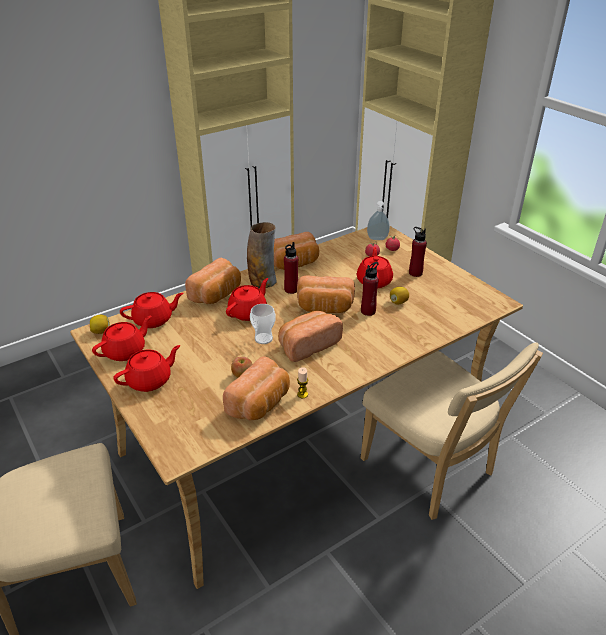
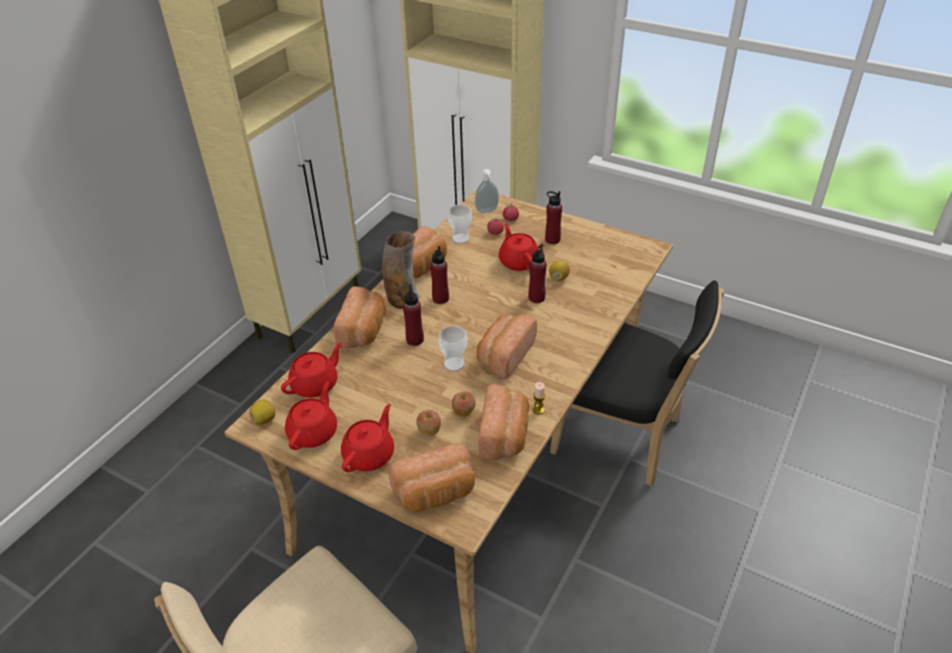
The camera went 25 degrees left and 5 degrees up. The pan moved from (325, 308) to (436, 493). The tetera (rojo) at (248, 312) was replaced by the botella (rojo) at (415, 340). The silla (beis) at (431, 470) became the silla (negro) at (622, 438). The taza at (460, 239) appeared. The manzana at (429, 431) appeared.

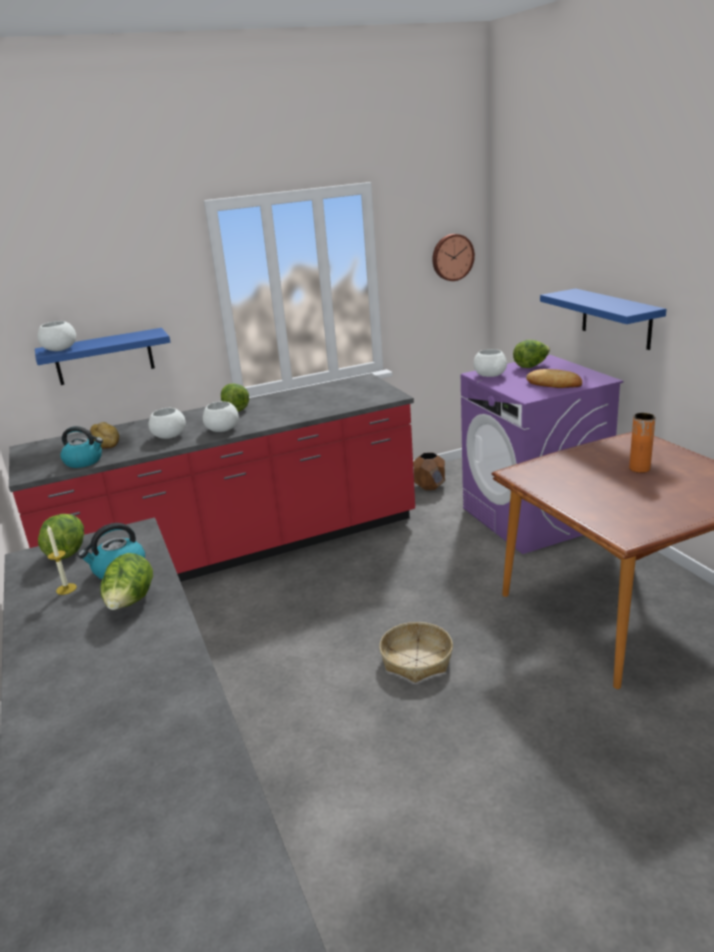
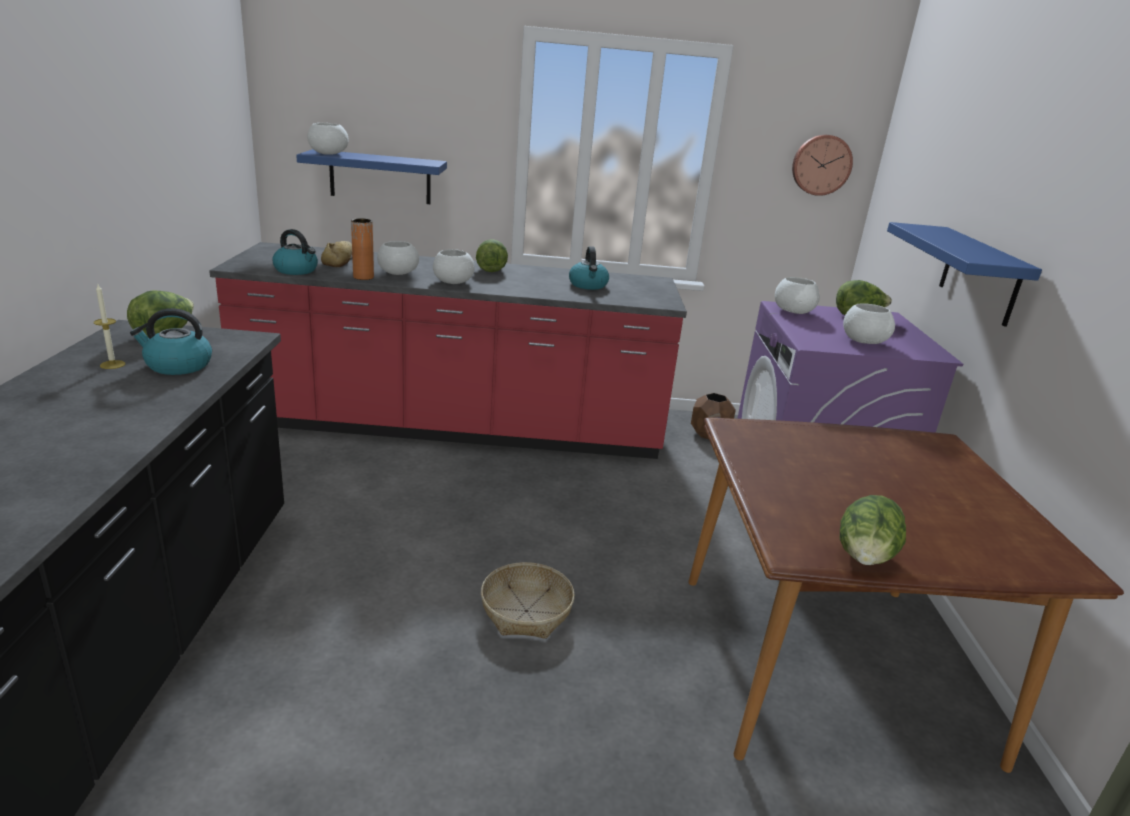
The camera went 20 degrees right and 0 degrees up. The pan at (554, 384) was replaced by the cuenco (blanco) at (863, 341). The florero (naranja) moved from (639, 468) to (363, 277). The lechuga moved from (130, 603) to (864, 559). The hervidor at (588, 285) appeared.

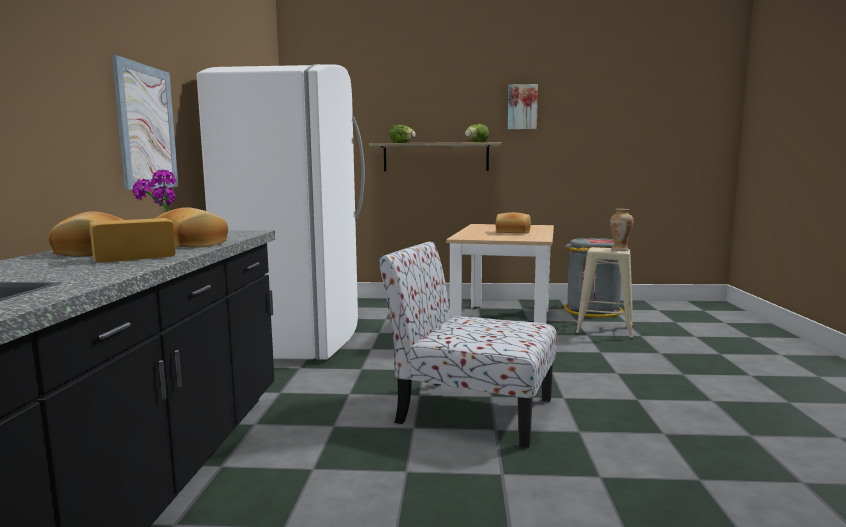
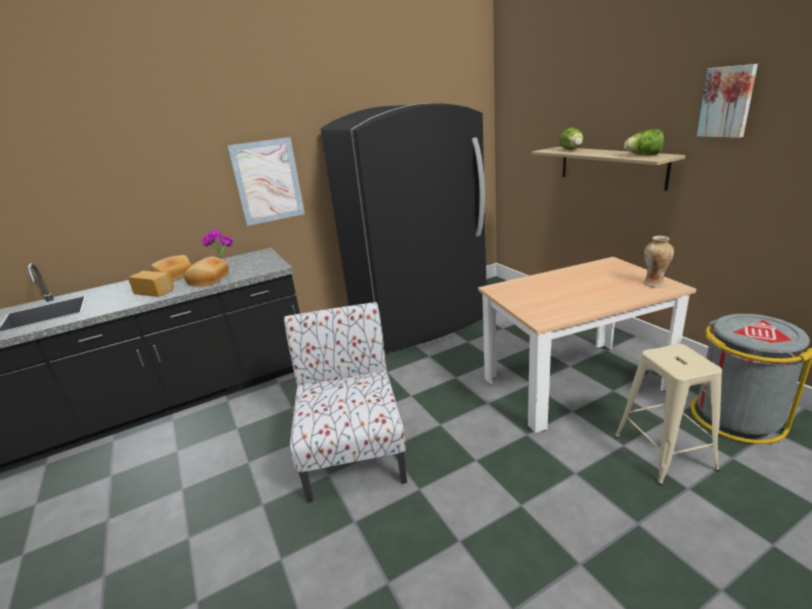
The camera went 60 degrees right and 15 degrees up. The nevera (blanco) at (298, 337) became the nevera (negro) at (419, 322). The florero moved from (620, 250) to (654, 284). The pan at (512, 232) disappeared.

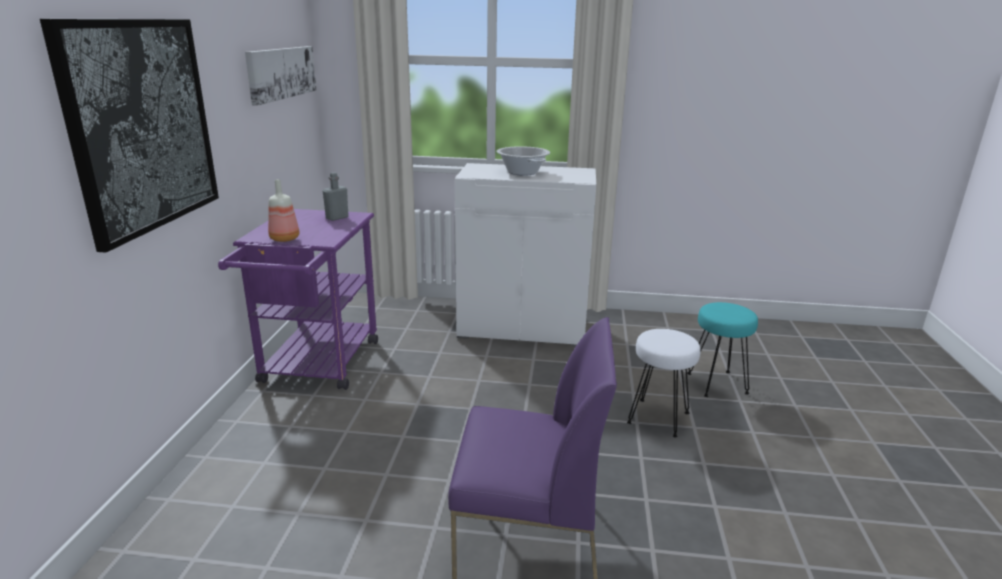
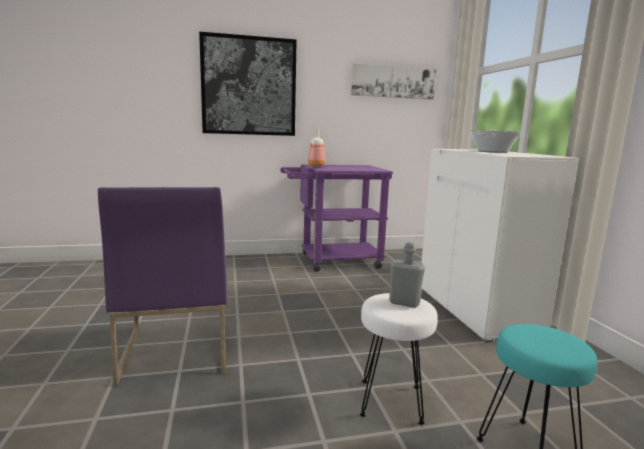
The camera went 70 degrees right and 10 degrees down. The botella (gris) moved from (337, 218) to (404, 302).

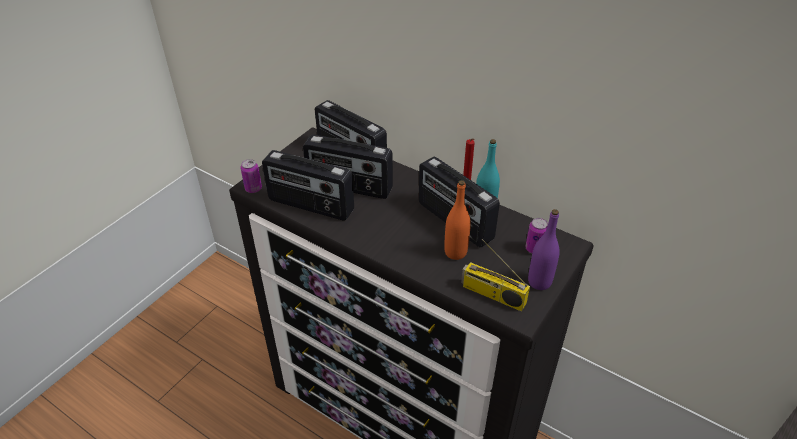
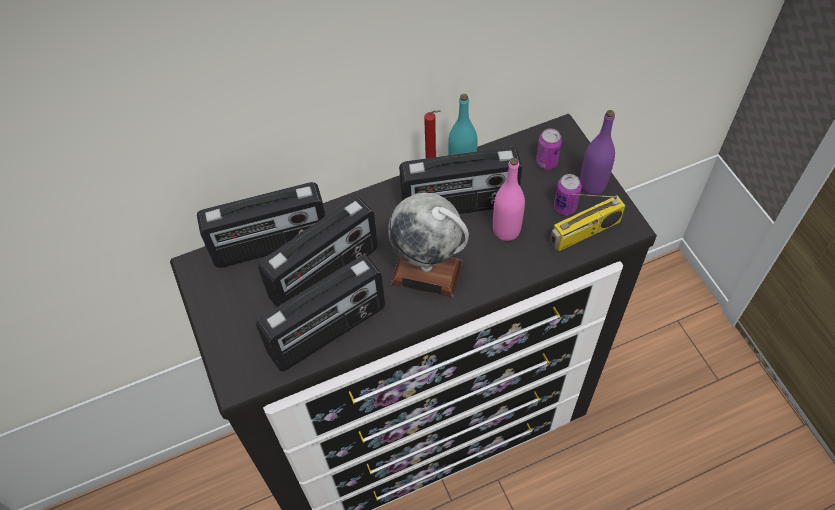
The camera went 55 degrees left and 15 degrees up. The lata moved from (253, 188) to (564, 207). The botella (naranja) at (455, 252) became the botella (rosa) at (506, 230). The globo terráqueo at (427, 272) appeared.

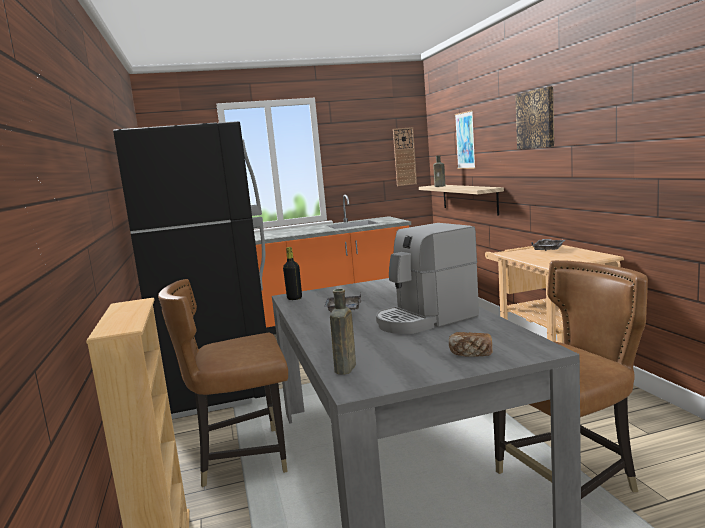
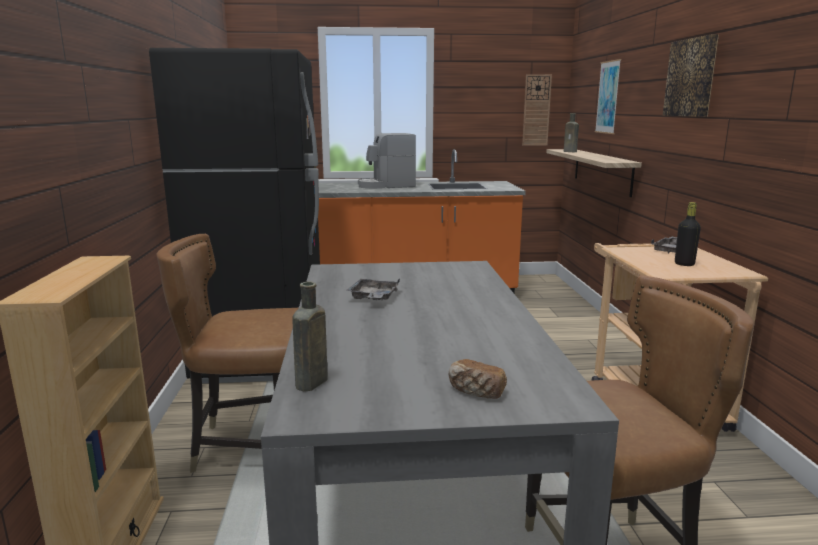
The camera went 10 degrees right and 5 degrees up. The cafetera moved from (425, 319) to (386, 186). The botella (negro) moved from (294, 298) to (684, 264).

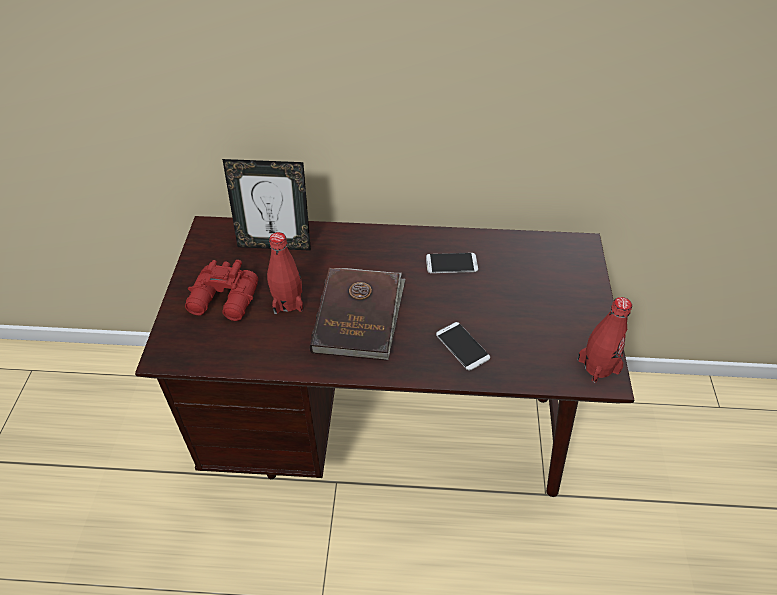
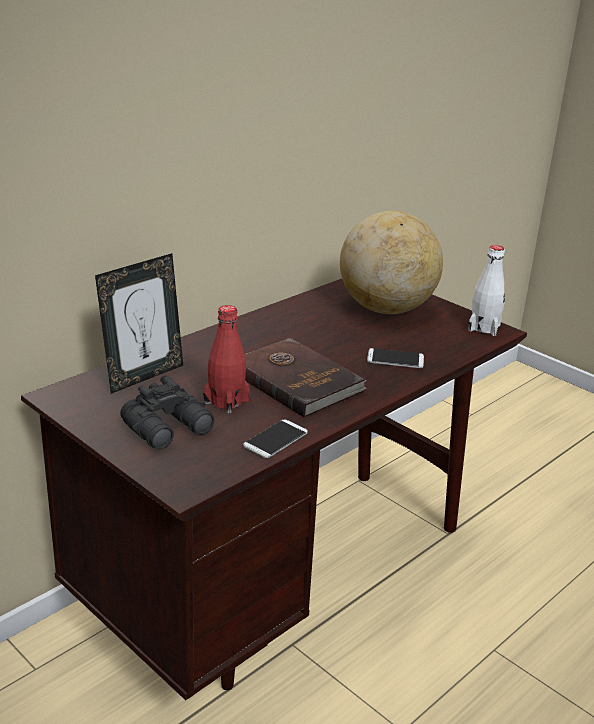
The camera went 50 degrees left and 20 degrees down. The móvil moved from (451, 263) to (275, 439). The prismáticos (rojo) at (225, 301) became the prismáticos (negro) at (170, 429). The botella (rojo) at (598, 366) became the botella (blanco) at (484, 328). The globo terráqueo at (386, 309) appeared.

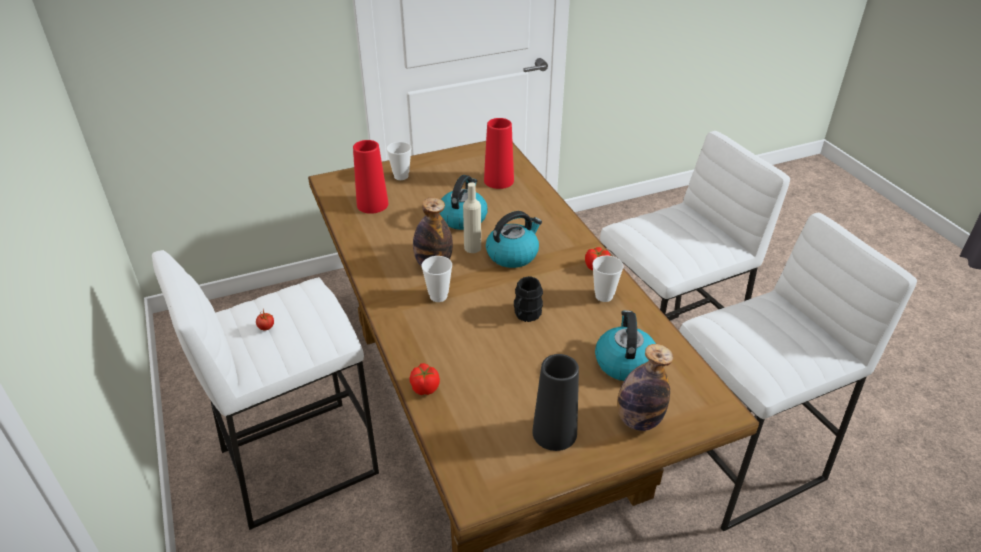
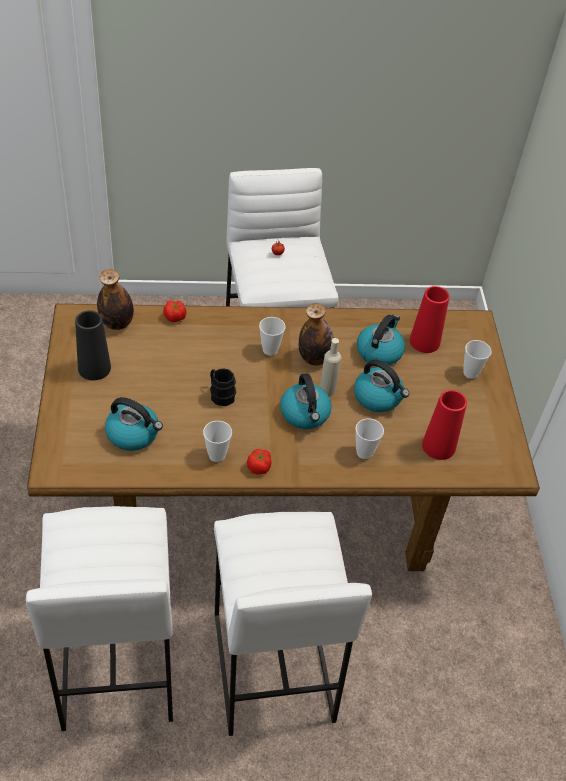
The camera went 105 degrees right and 10 degrees up. The botella moved from (638, 420) to (117, 323). The hervidor at (379, 351) appeared. The taza at (364, 452) appeared.

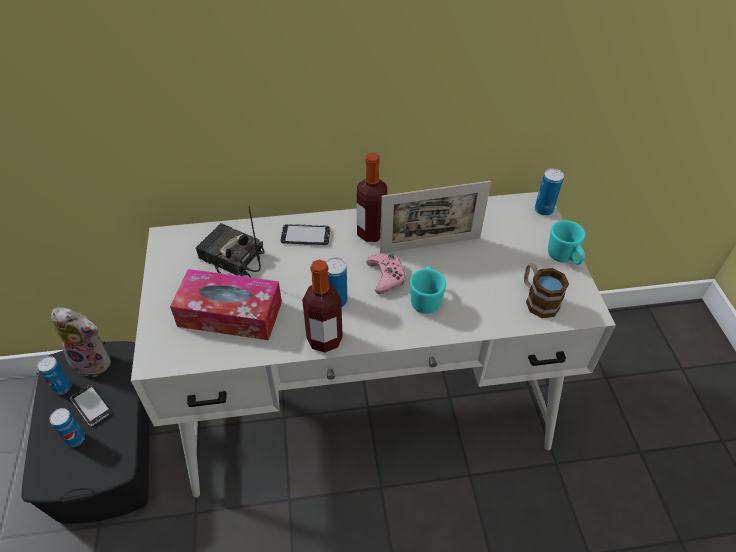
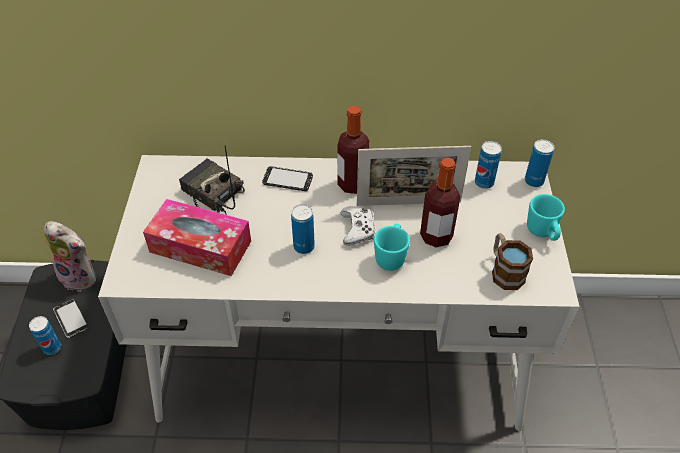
The camera went 10 degrees right and 0 degrees up. The mando de consola (rosa) at (386, 276) became the mando de consola (blanco) at (358, 229). The botella moved from (324, 339) to (436, 236). The lata moved from (62, 387) to (484, 182).

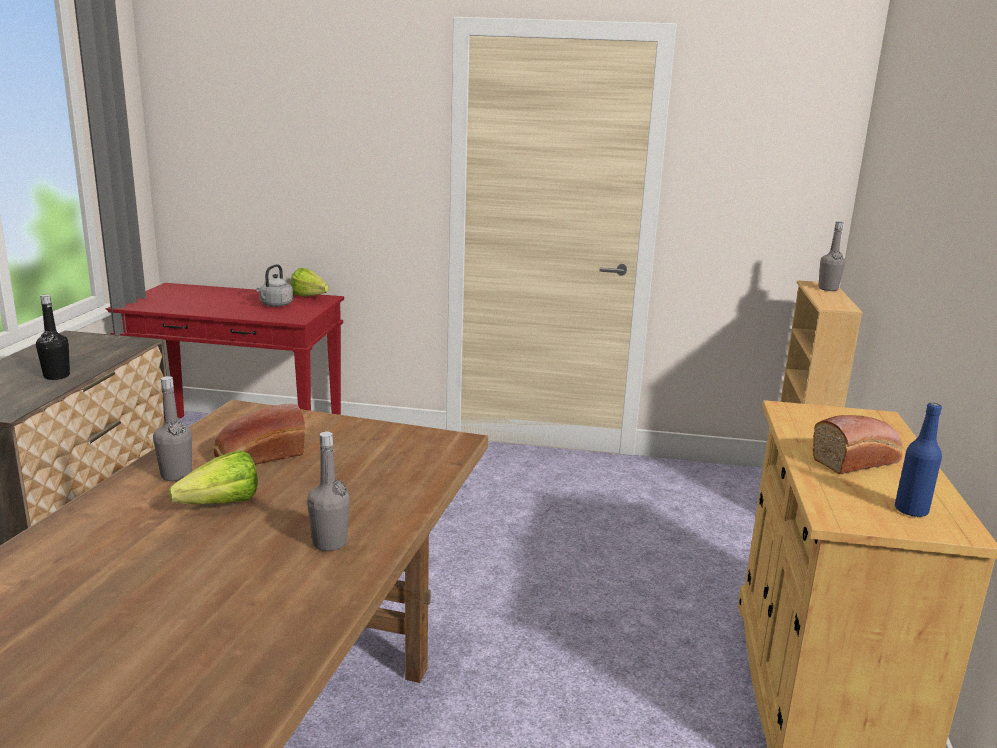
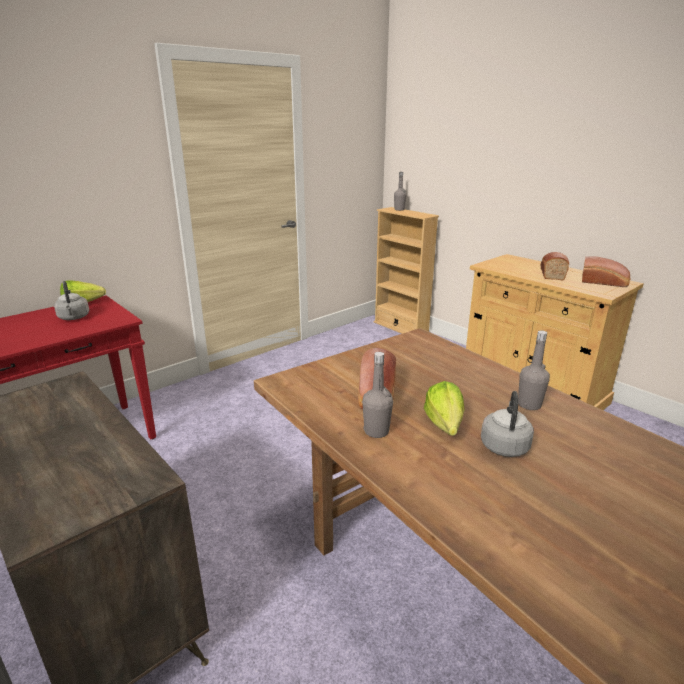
The camera went 50 degrees left and 5 degrees up. The botella (negro) at (57, 376) disappeared. The botella (azul) at (911, 510) was replaced by the pan at (604, 282). The hervidor (gris) at (504, 445) appeared.

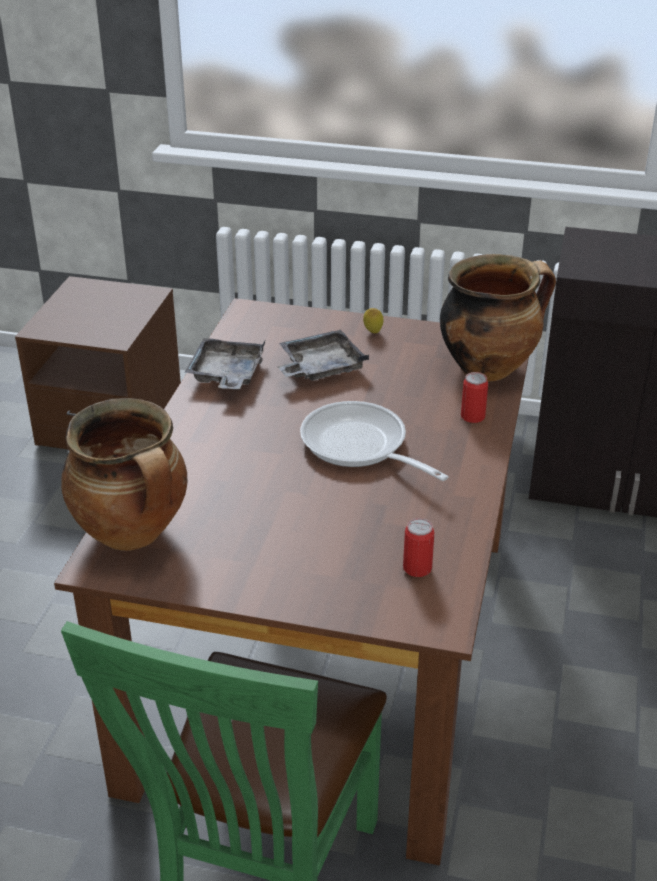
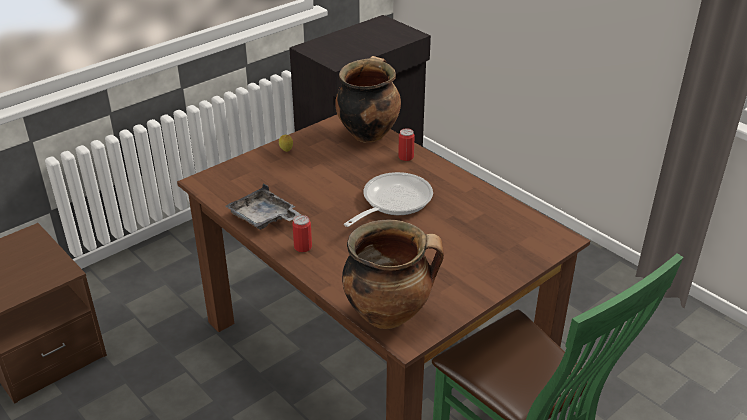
The camera went 55 degrees left and 0 degrees up. The bandeja (gris) at (320, 367) disappeared. The sartén at (360, 447) turned 135 degrees clockwise. The lata moved from (417, 568) to (303, 247).

